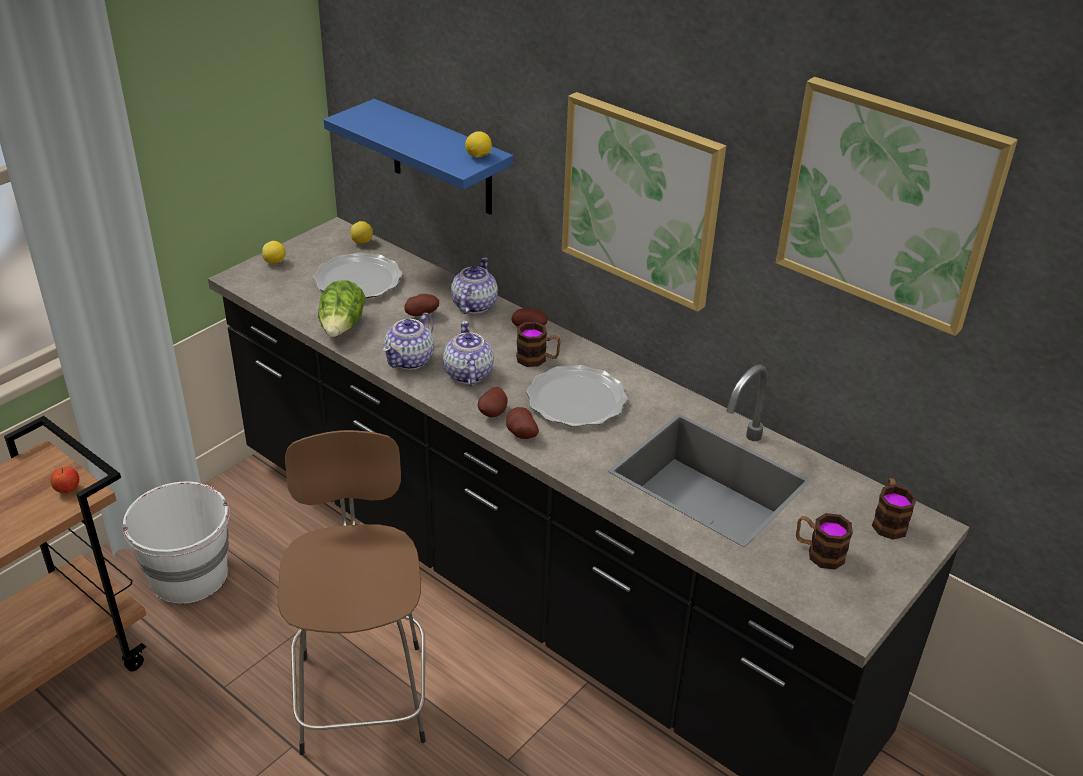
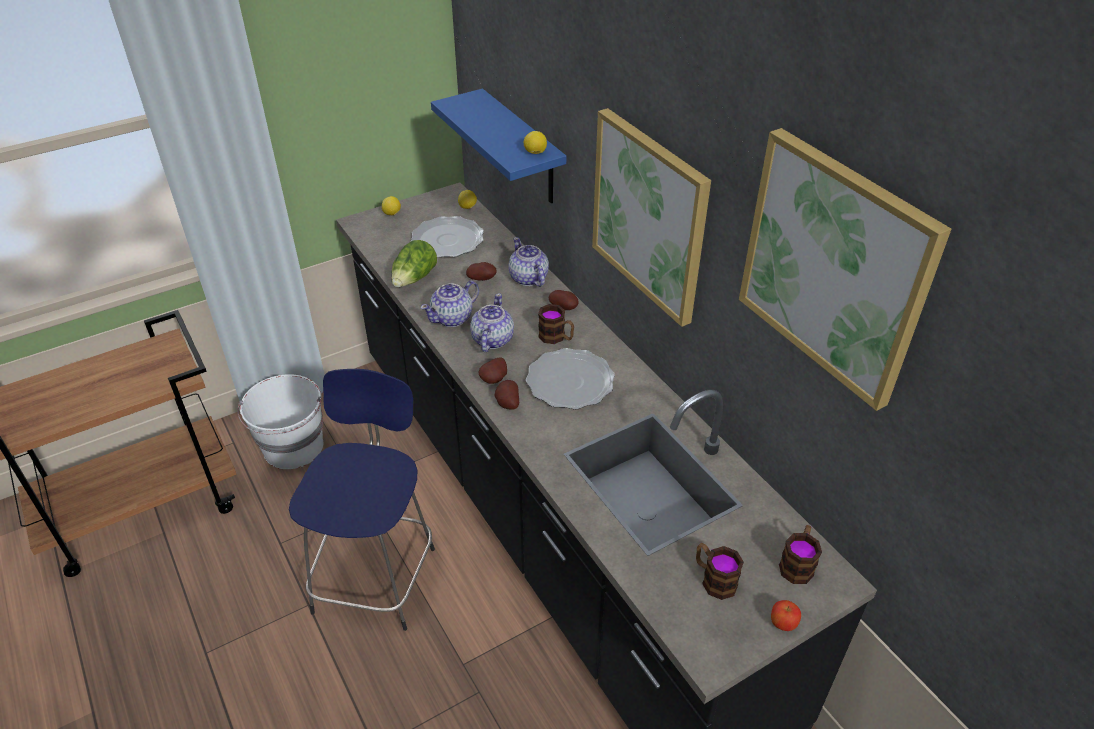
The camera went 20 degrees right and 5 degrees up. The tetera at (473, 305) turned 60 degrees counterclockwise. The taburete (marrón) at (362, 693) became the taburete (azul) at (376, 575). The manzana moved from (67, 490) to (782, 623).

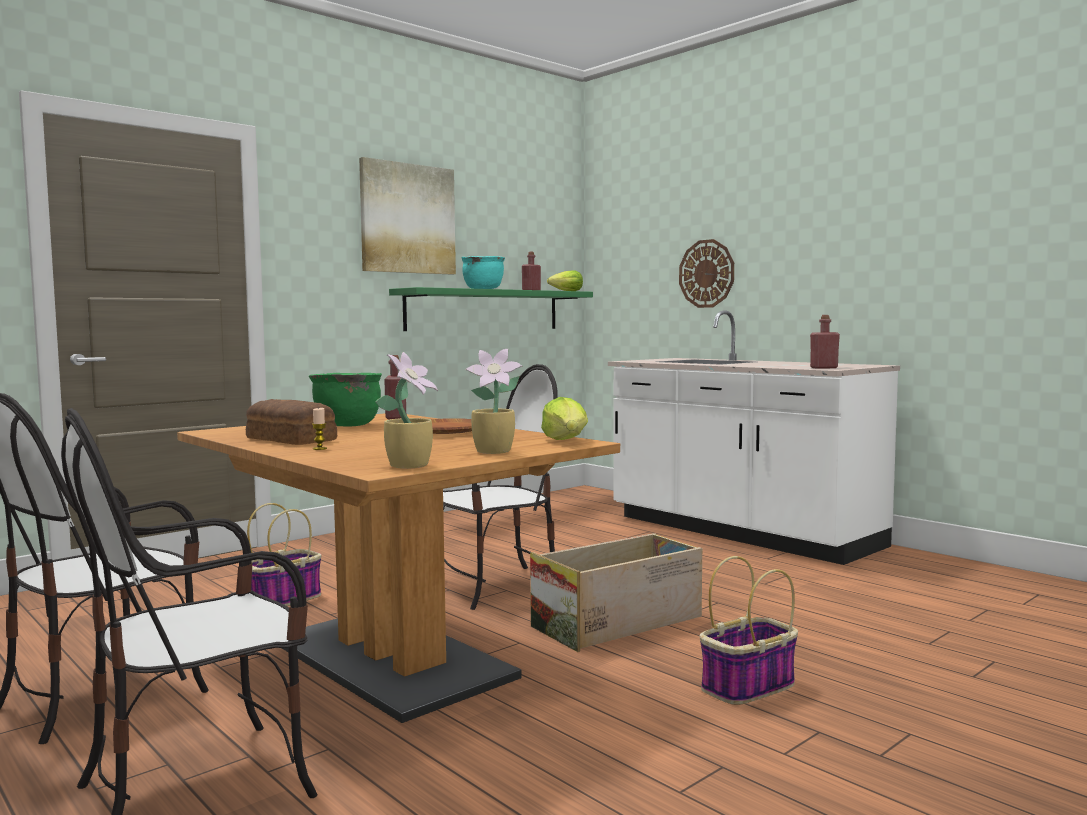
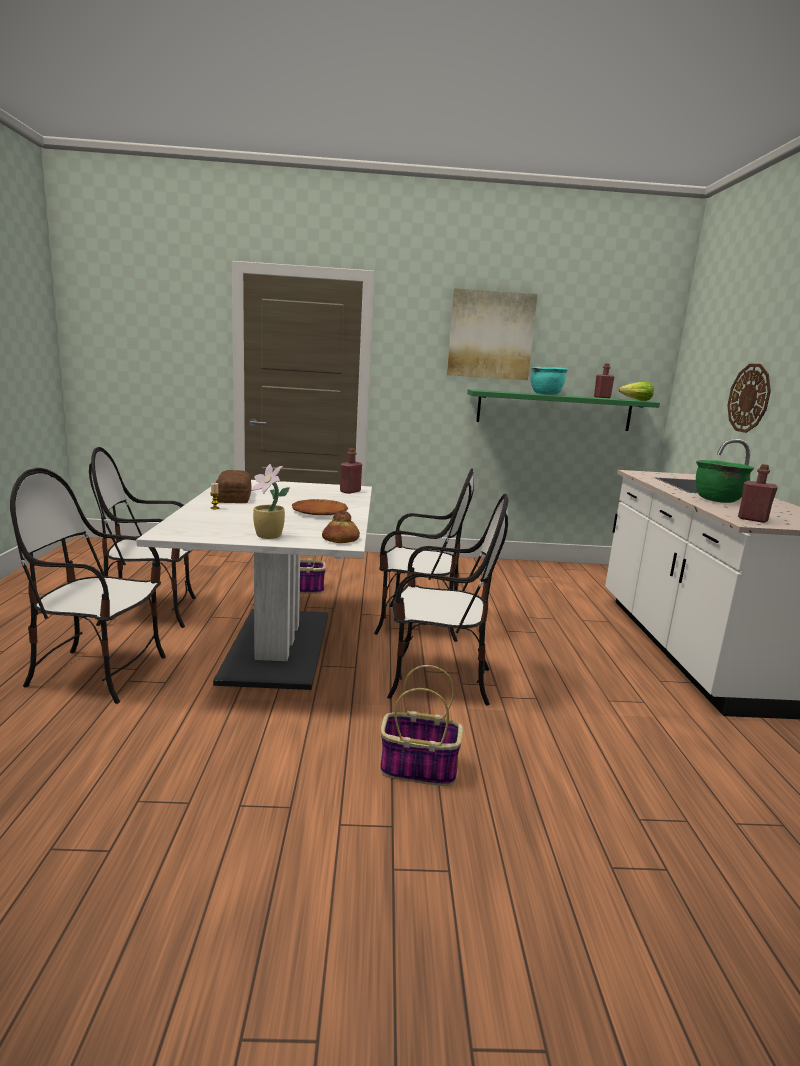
The camera went 40 degrees right and 10 degrees up. The planta en maceta at (411, 465) disappeared. The olla (verde) moved from (347, 425) to (717, 500). The lechuga at (566, 441) was replaced by the pan at (341, 539). The mesa de comedor (marrón) at (390, 659) became the mesa de comedor (blanco) at (278, 646). The caja de embalaje at (618, 622) was replaced by the silla at (438, 681).

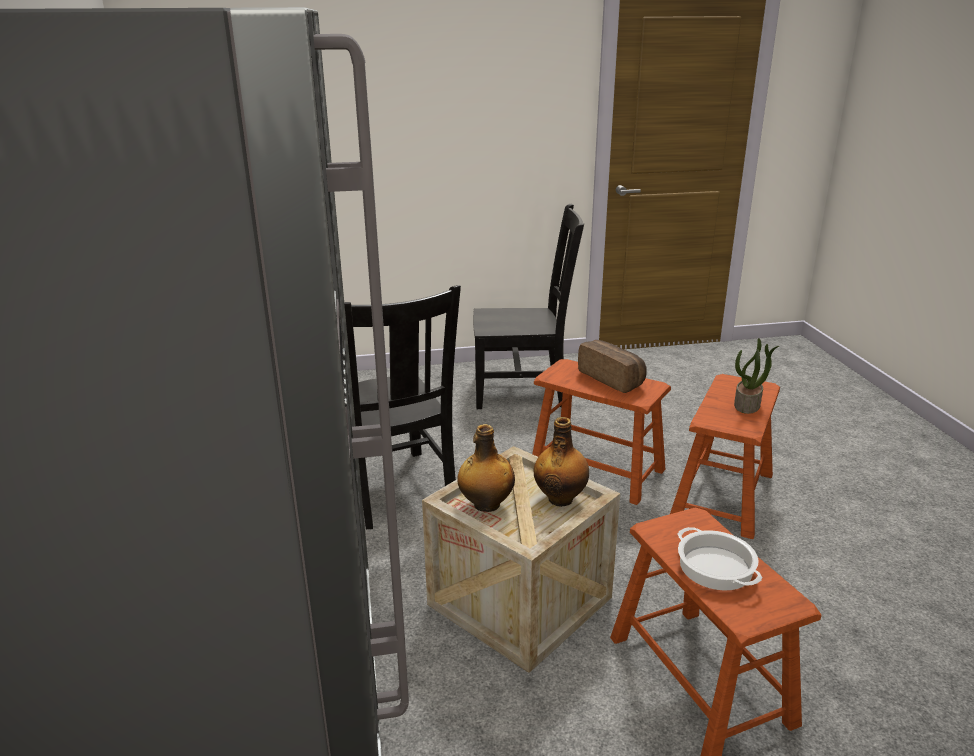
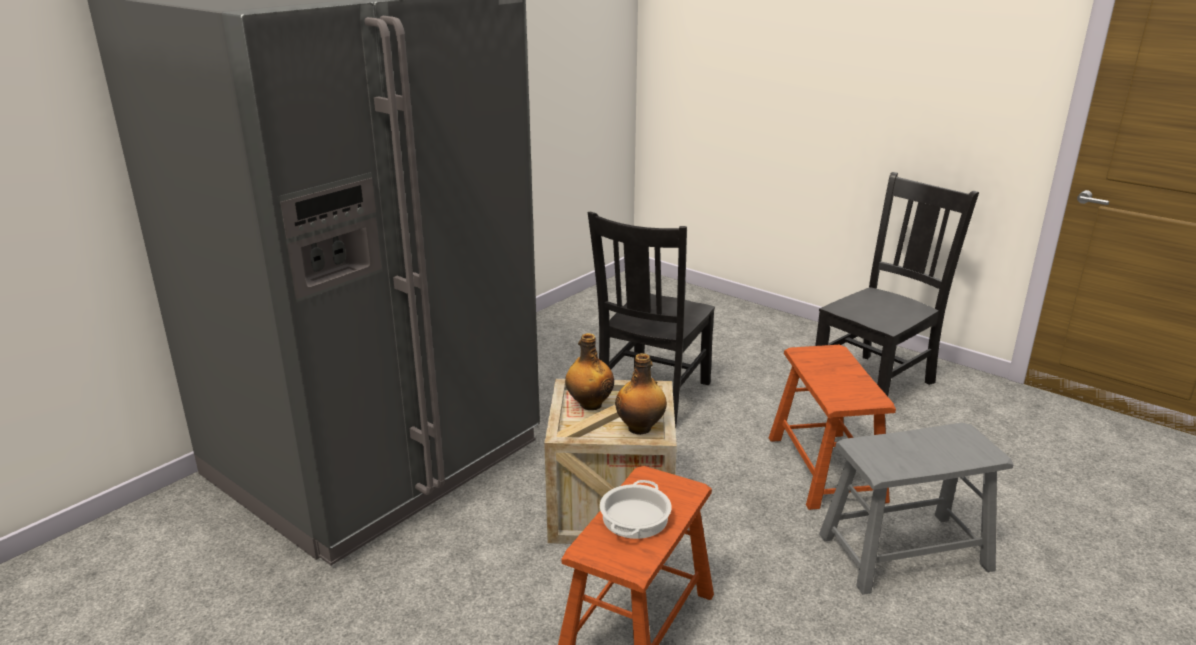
The camera went 50 degrees right and 0 degrees up. The silla (negro) at (524, 391) turned 90 degrees counterclockwise. The planta en maceta at (747, 405) disappeared. The pan at (613, 378) disappeared. The taburete (marrón) at (722, 495) became the taburete (gris) at (904, 552).

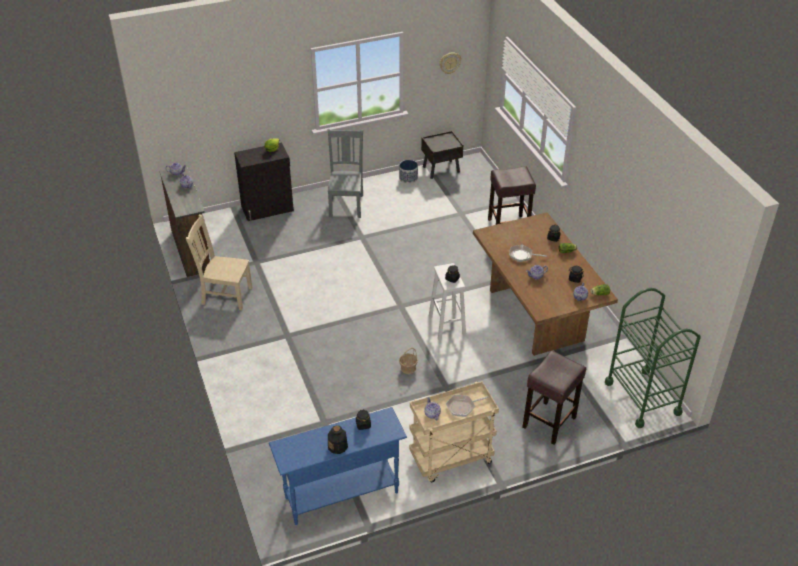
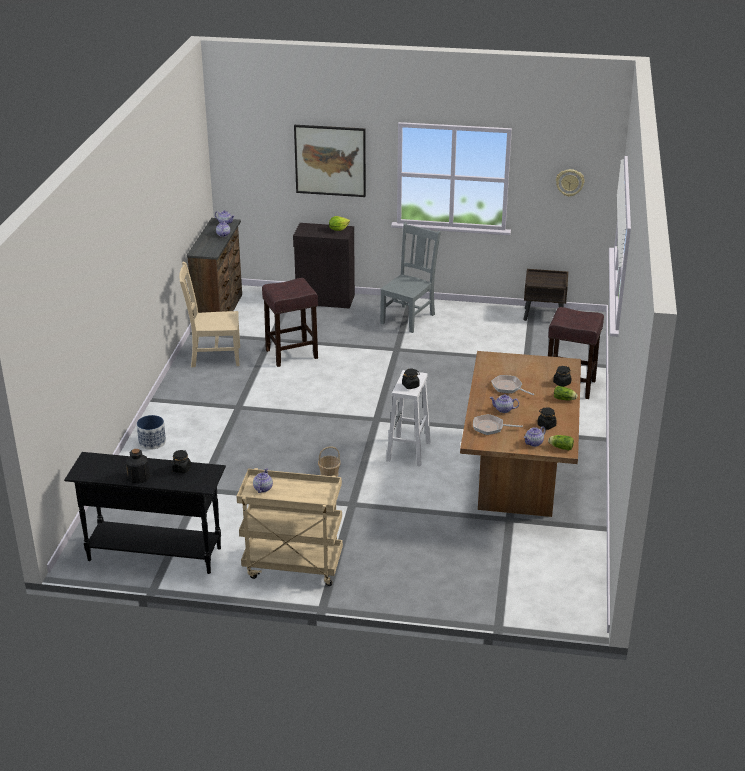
The camera went 30 degrees right and 10 degrees down. The maceta moved from (408, 179) to (152, 442). The silla (beis) at (225, 295) turned 45 degrees counterclockwise. The carrito (verde) at (642, 398) disappeared. The taburete (marrón) moved from (549, 422) to (292, 354). The sartén moved from (462, 407) to (490, 427). The mesa consola (azul) at (341, 495) became the mesa consola (negro) at (154, 554). The cuadro at (330, 160) appeared.

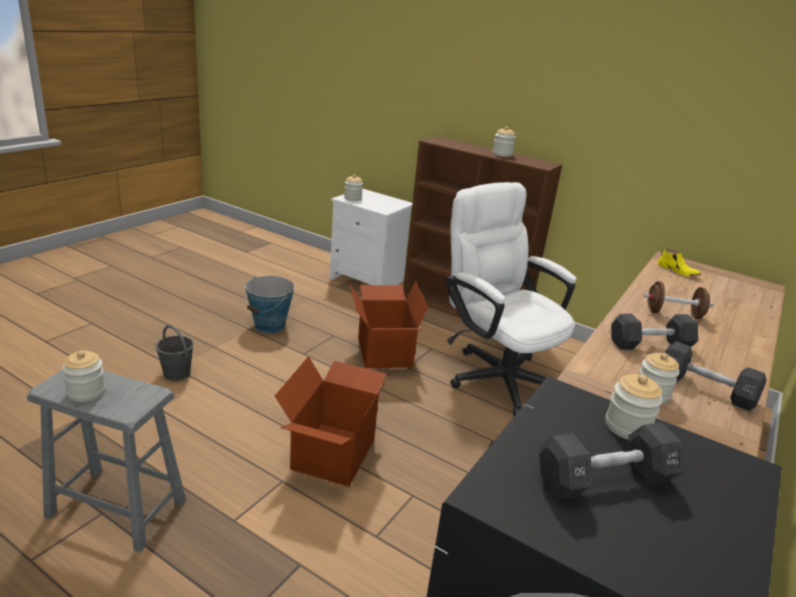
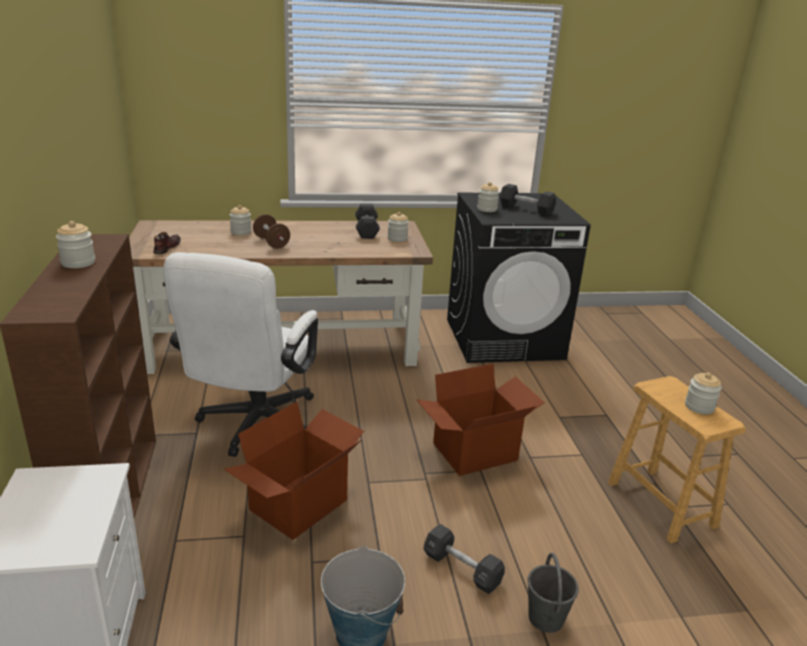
The camera went 130 degrees left and 0 degrees up. The tarro moved from (352, 198) to (241, 232). The zapato (amarillo) at (678, 271) became the zapato (marrón) at (167, 248). The mancuerna (negro) moved from (650, 345) to (462, 569). The taburete (gris) at (116, 509) became the taburete (marrón) at (661, 504).

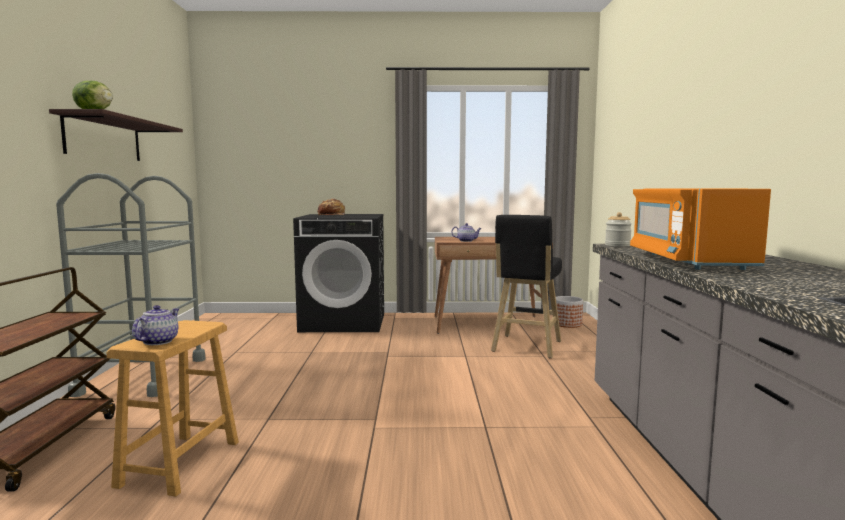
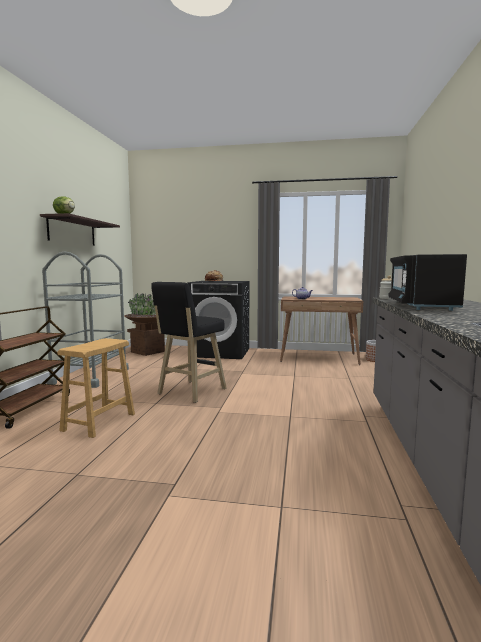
The camera went 10 degrees right and 0 degrees up. The microondas (naranja) at (687, 261) became the microondas (negro) at (421, 306). The taburete (negro) moved from (525, 347) to (190, 392). The tetera at (158, 341) disappeared. The maceta (marrón) at (148, 352) appeared.

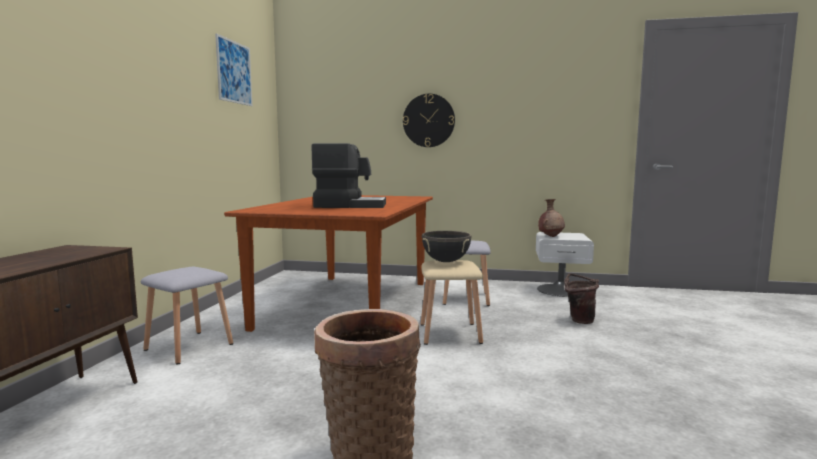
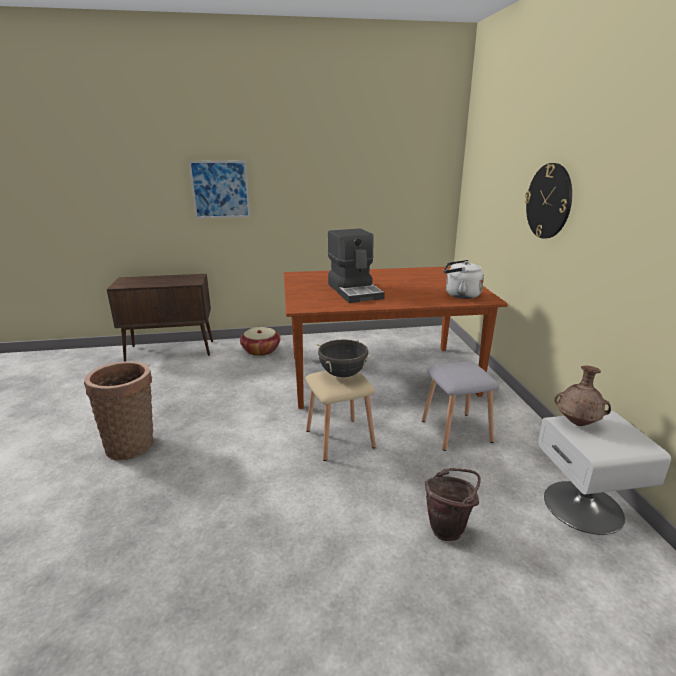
The camera went 70 degrees right and 15 degrees up. The cuadro moved from (234, 72) to (220, 189). The taburete (gris) at (190, 346) was replaced by the cesta at (261, 350). The hervidor (blanco) at (460, 295) appeared.

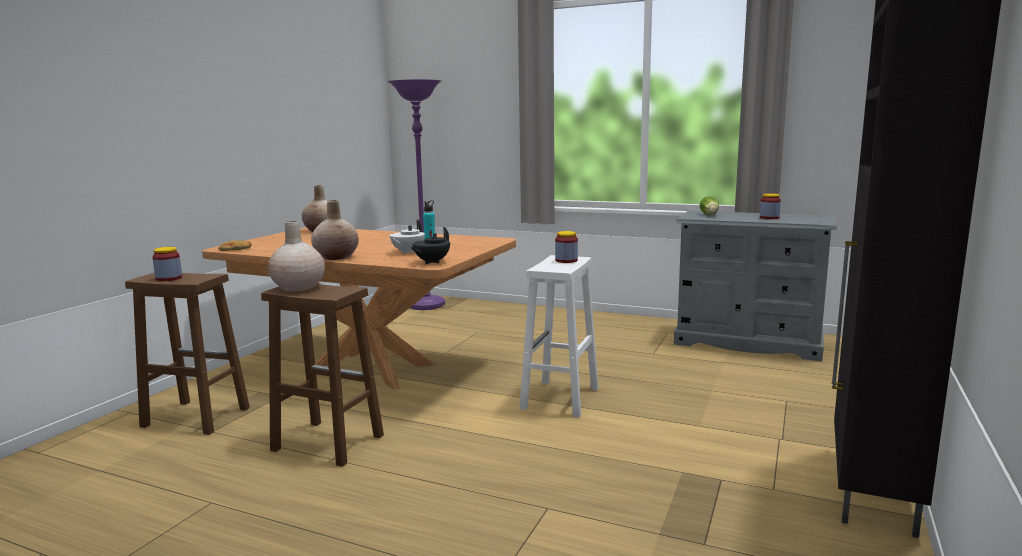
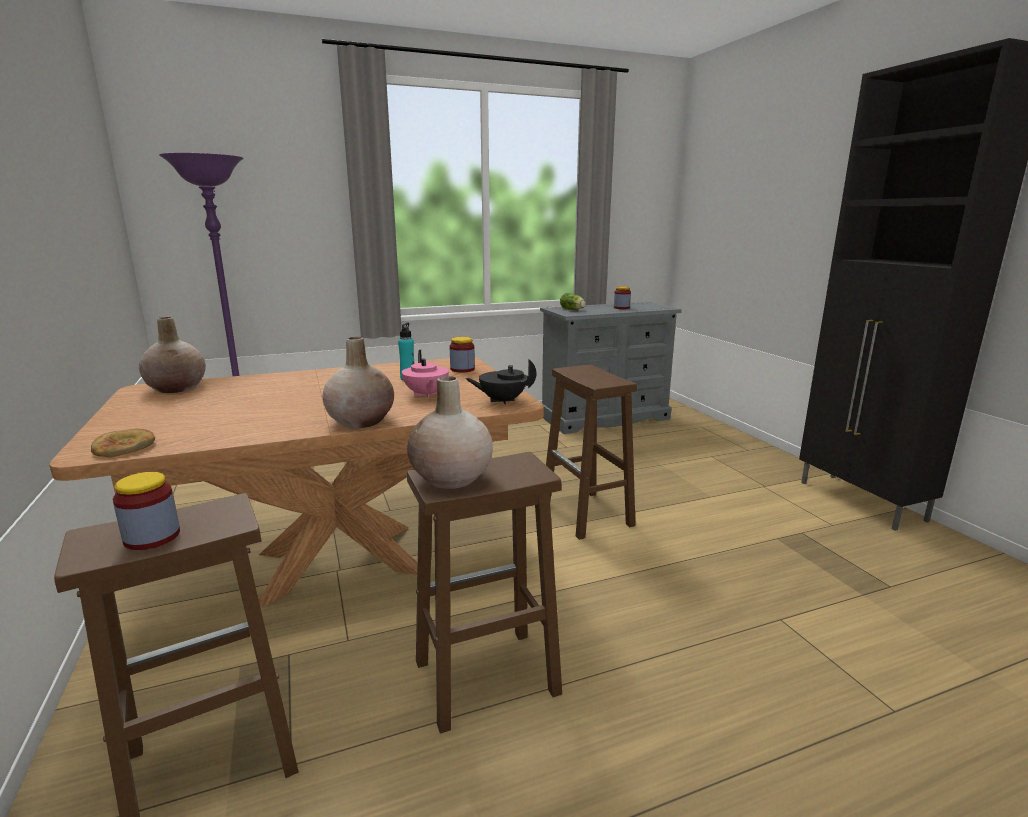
The camera went 45 degrees left and 5 degrees up. The tetera (blanco) at (407, 252) became the tetera (rosa) at (426, 394). The tetera (negro) at (431, 262) turned 90 degrees clockwise. The tarro moved from (566, 260) to (462, 369). The taburete (blanco) at (560, 399) became the taburete (marrón) at (587, 515).

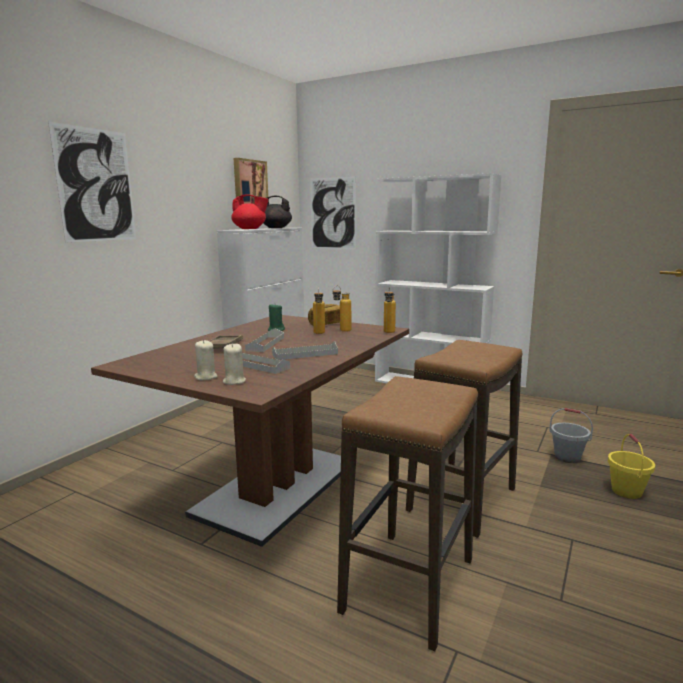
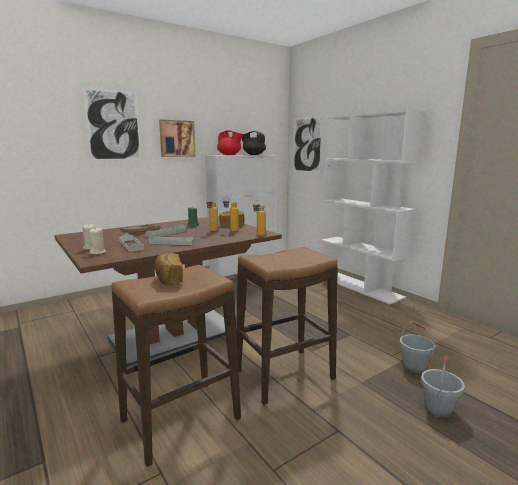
The camera went 25 degrees right and 0 degrees up. The cuadro moved from (249, 183) to (177, 138). The cubo (amarillo) at (627, 491) became the cubo (gris) at (438, 409). The pan at (168, 279) appeared.

